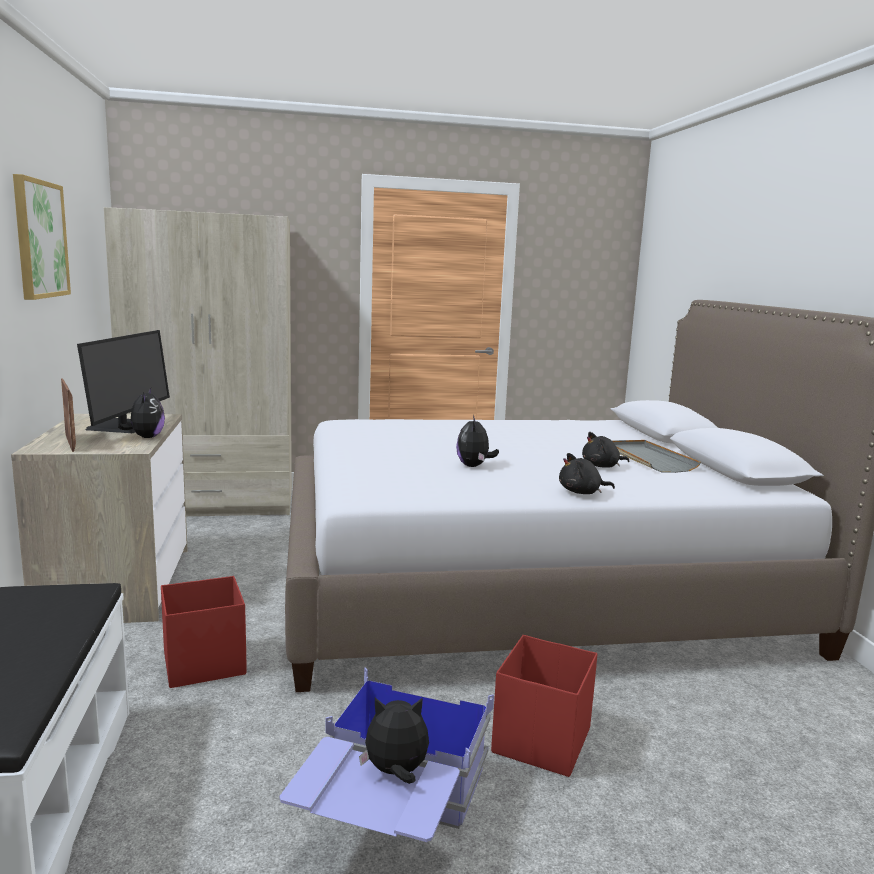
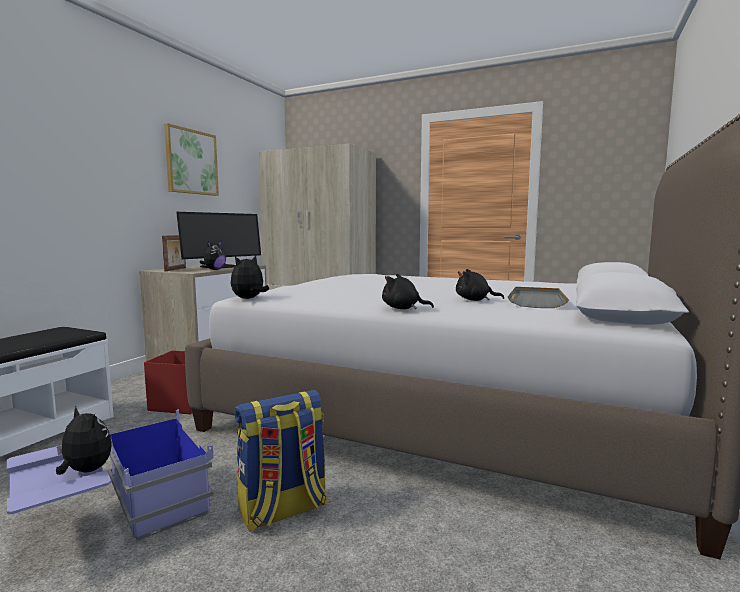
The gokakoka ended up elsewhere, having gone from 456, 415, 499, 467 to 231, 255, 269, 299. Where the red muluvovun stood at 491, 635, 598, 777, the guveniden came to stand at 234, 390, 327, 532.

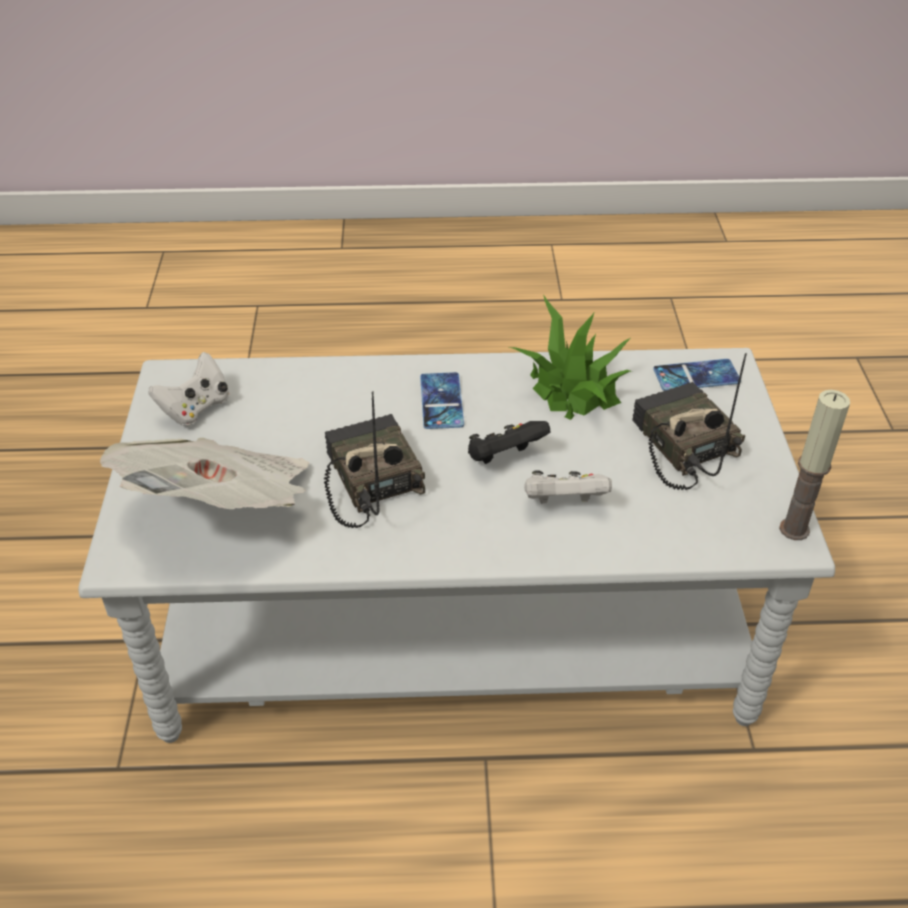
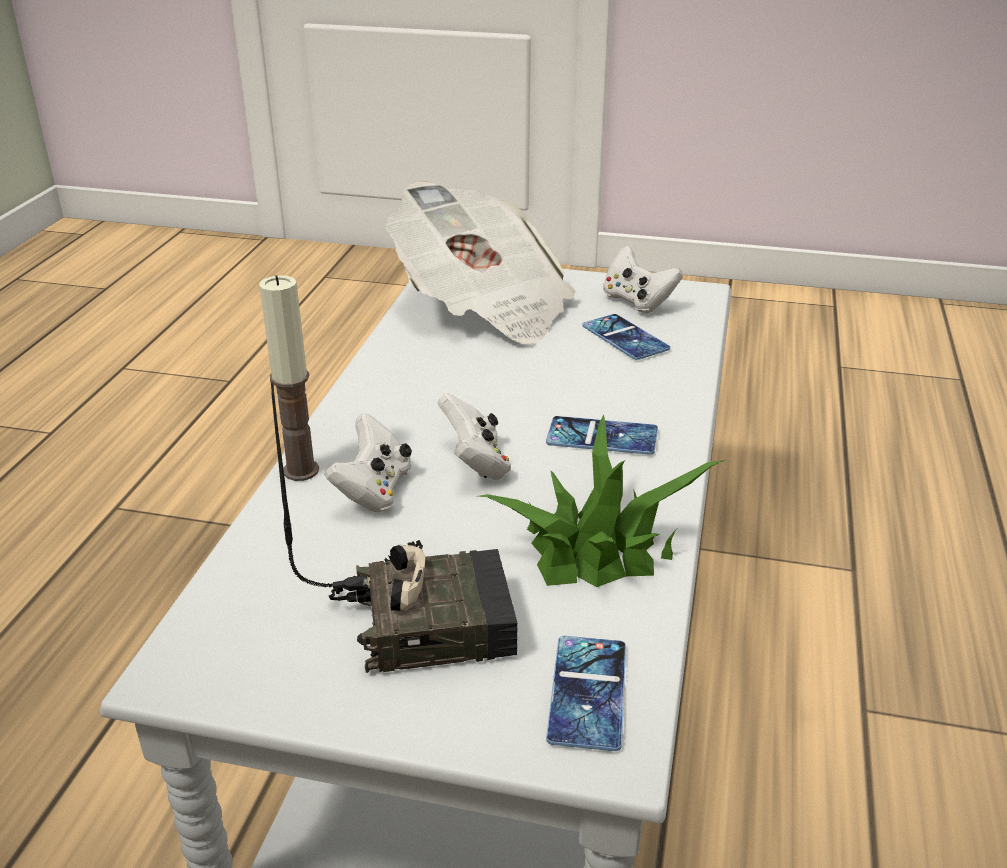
The second view lost the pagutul at 324, 391, 425, 528. What was the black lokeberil at 468, 421, 550, 464 turned into the white lokeberil at 438, 394, 511, 480. The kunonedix ended up elsewhere, having gone from 779, 390, 850, 540 to 259, 275, 319, 481. The second view gained the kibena at 582, 314, 670, 360.

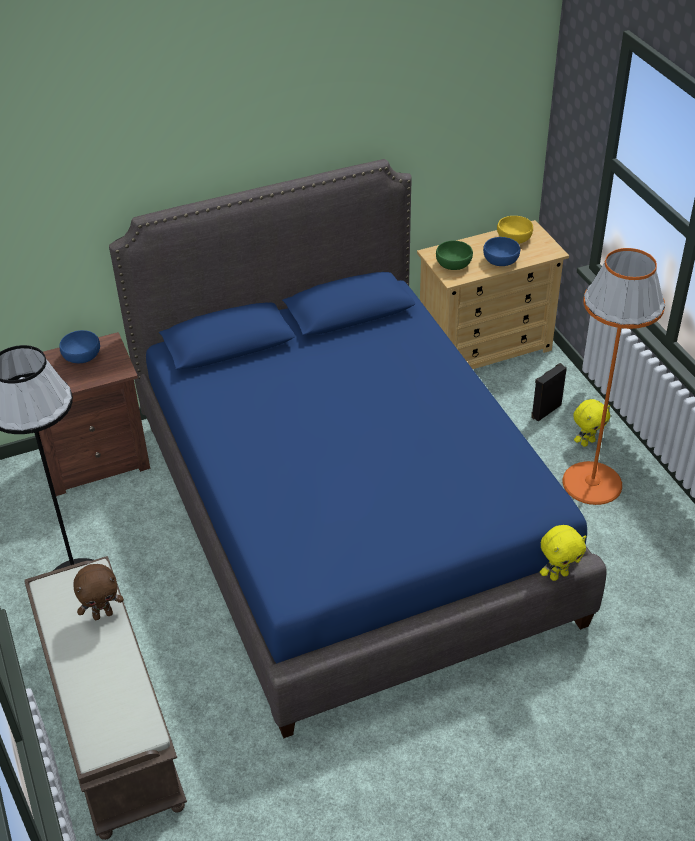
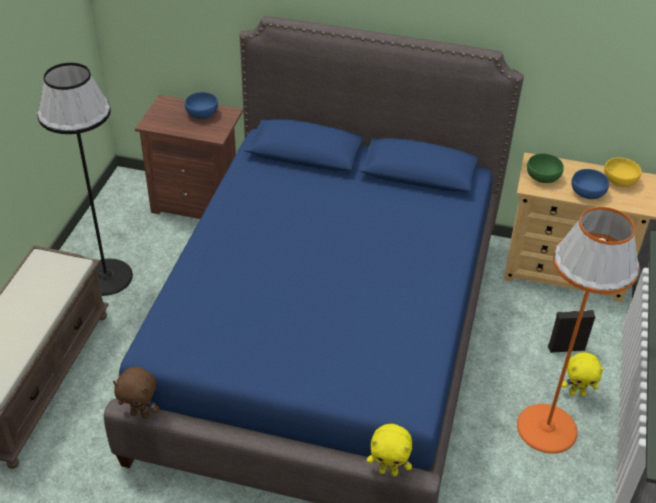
The brown gokakoka ended up elsewhere, having gone from 73, 564, 124, 620 to 113, 367, 160, 419.

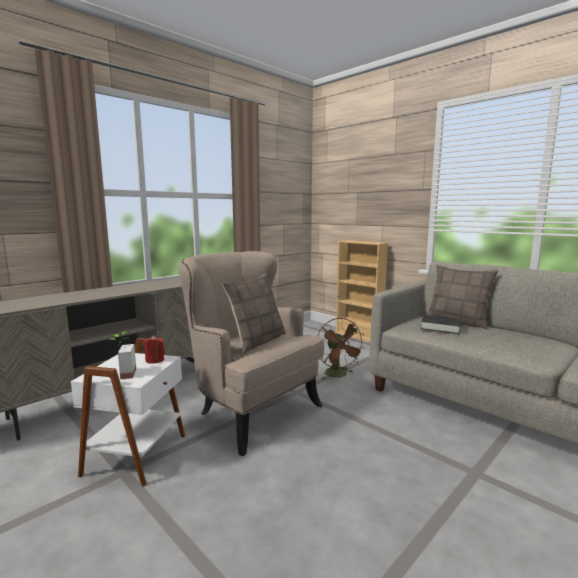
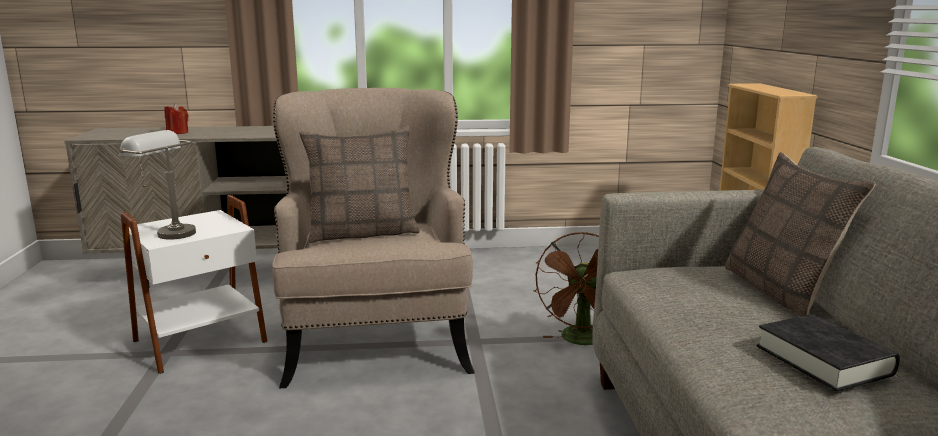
Where the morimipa stood at 108, 331, 136, 379, the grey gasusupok came to stand at 119, 130, 196, 240. The red kunonedix ended up elsewhere, having gone from 144, 335, 164, 364 to 164, 103, 188, 134. The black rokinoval ended up elsewhere, having gone from 421, 315, 462, 334 to 757, 314, 900, 392.

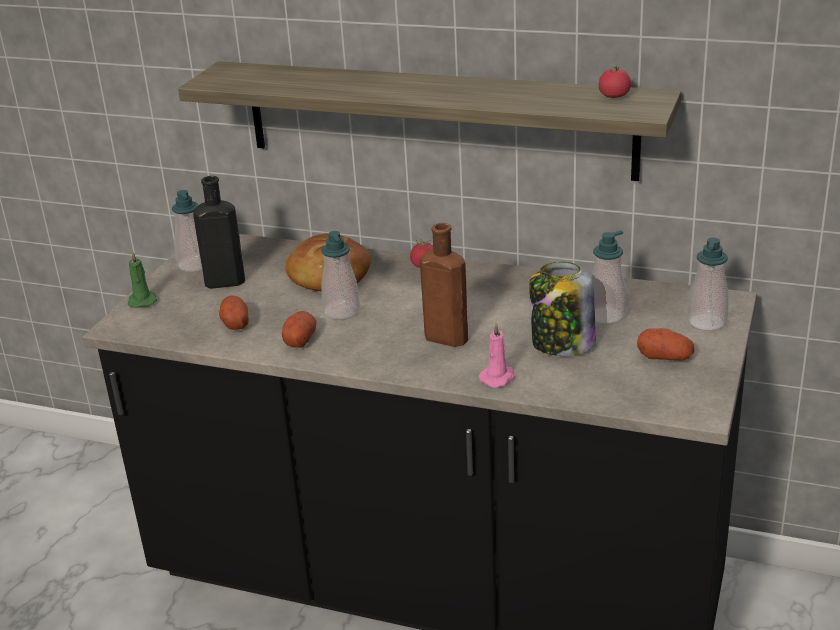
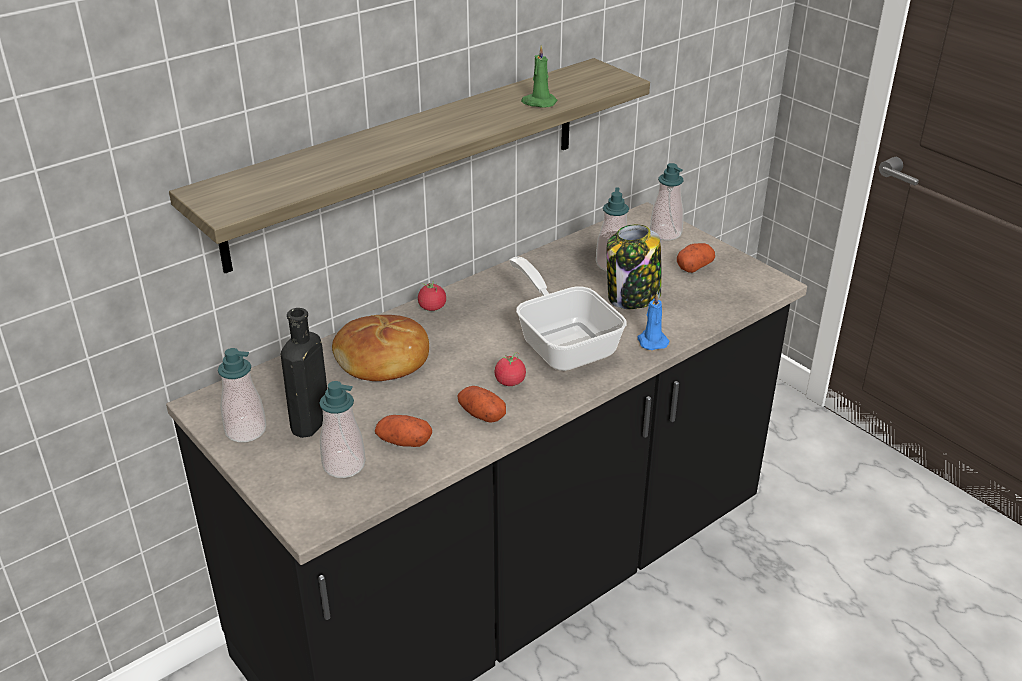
The green kunonedix ended up elsewhere, having gone from 128, 251, 157, 308 to 521, 45, 558, 108. The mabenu ended up elsewhere, having gone from 321, 231, 360, 320 to 319, 381, 366, 478. Where the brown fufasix stood at 420, 223, 468, 347, the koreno came to stand at 509, 256, 627, 371. What was the pink kunonedix at 479, 322, 515, 388 turned into the blue kunonedix at 637, 293, 669, 350. The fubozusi ended up elsewhere, having gone from 599, 64, 631, 98 to 494, 352, 526, 386.

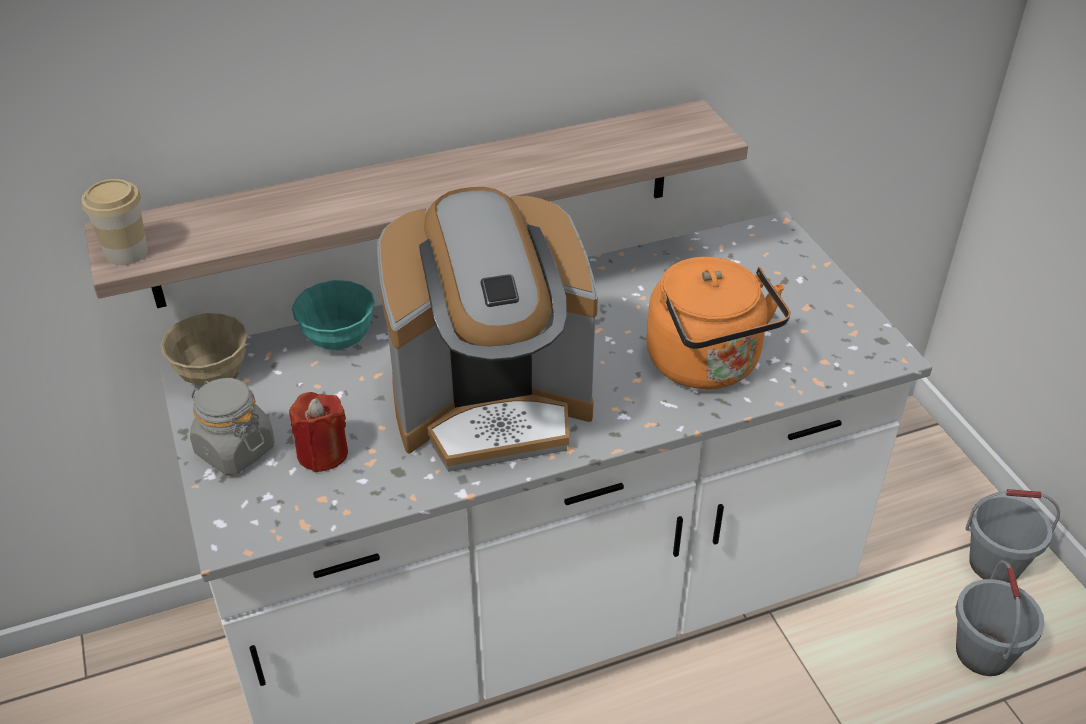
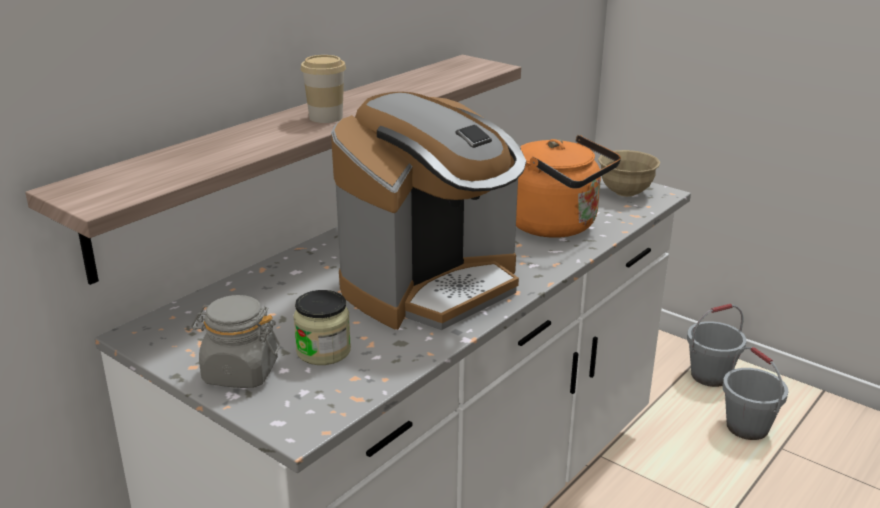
The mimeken ended up elsewhere, having gone from 81, 179, 148, 265 to 300, 55, 346, 123. The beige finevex ended up elsewhere, having gone from 160, 313, 248, 385 to 598, 150, 660, 197. Where the red kunonedix stood at 289, 392, 348, 473, the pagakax came to stand at 293, 290, 351, 365. The second view lost the turquoise finevex at 292, 280, 375, 350.

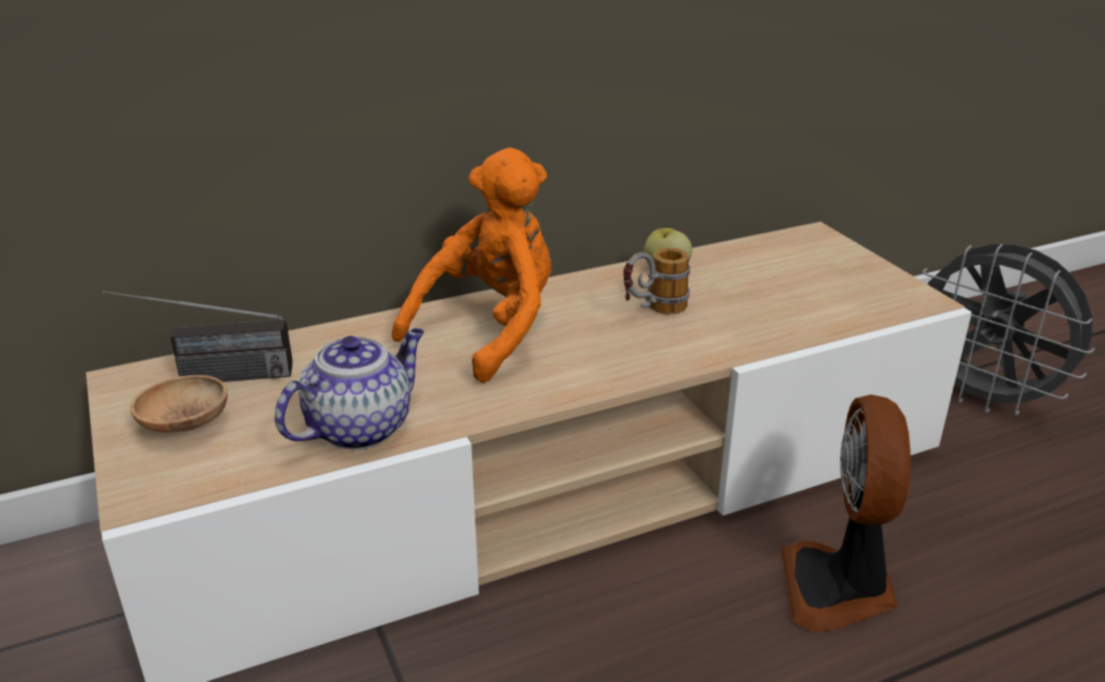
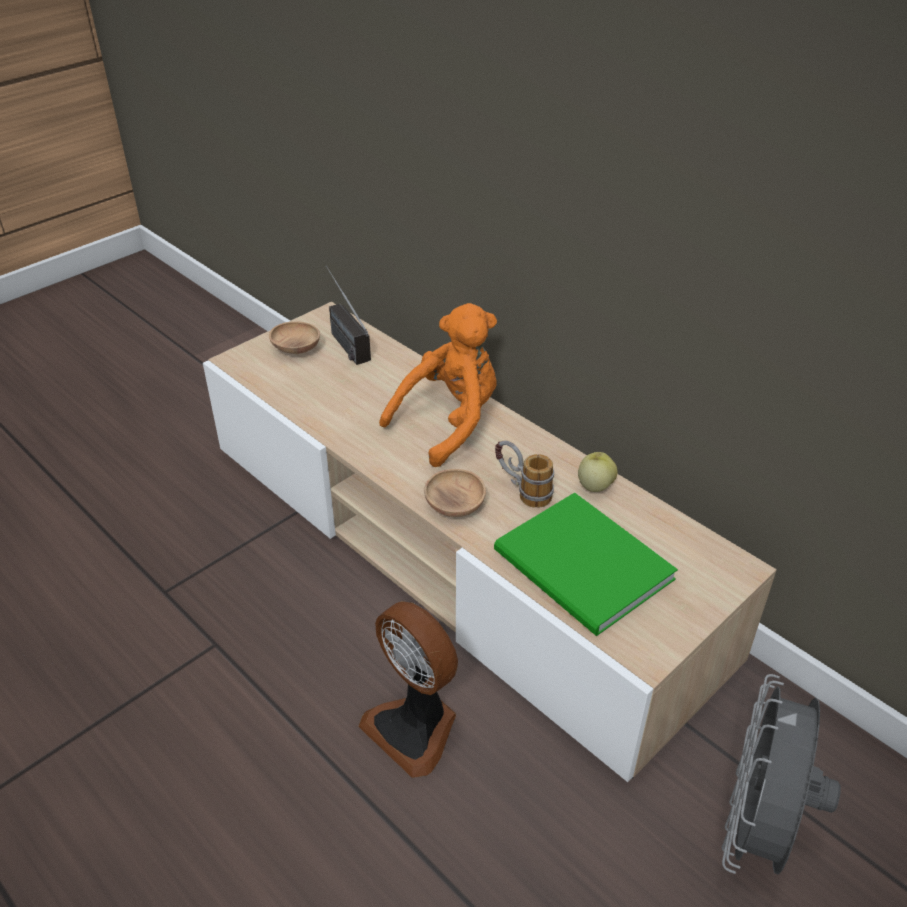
The second view lost the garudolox at 275, 328, 424, 450. The orange gokakoka at 392, 148, 551, 383 ended up facing another way, 60 degrees counterclockwise from before. The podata at 781, 395, 911, 632 ended up facing another way, 120 degrees counterclockwise from before. The second view gained the brown finevex at 424, 469, 486, 517. The second view gained the green rokinoval at 494, 492, 678, 636.

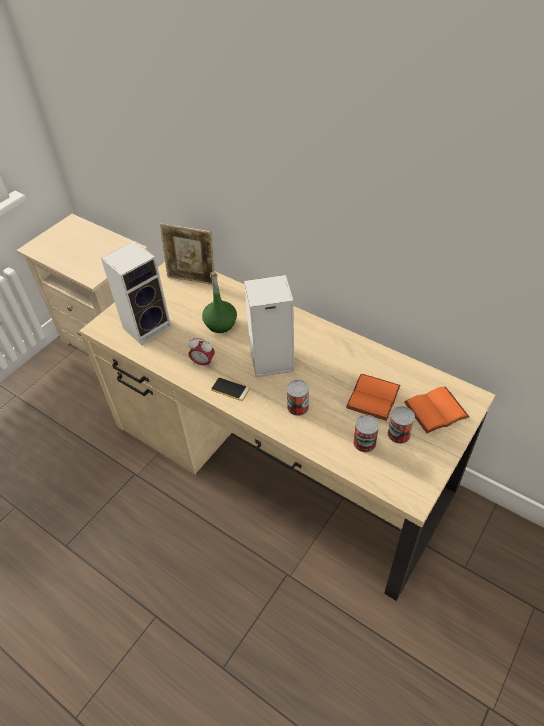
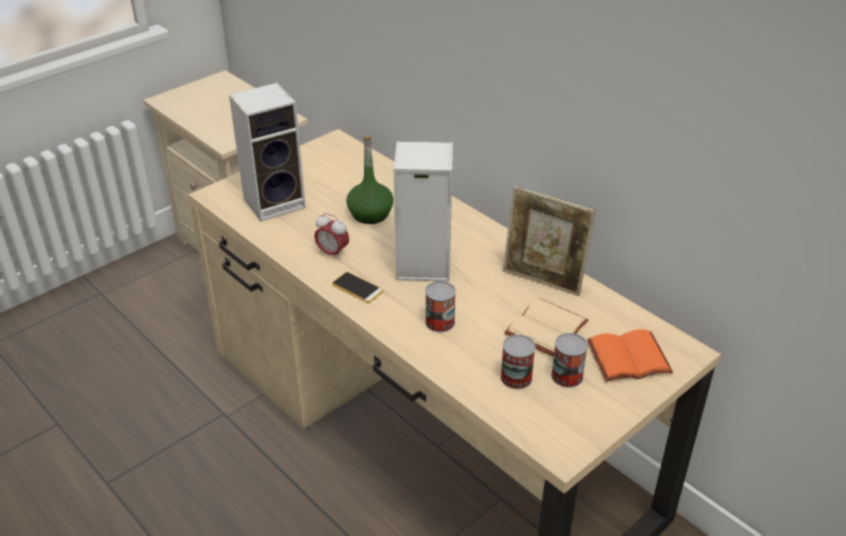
The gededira ended up elsewhere, having gone from 160, 223, 215, 285 to 503, 186, 596, 296. What was the orange rokinoval at 346, 374, 401, 421 turned into the beige rokinoval at 504, 298, 588, 357.

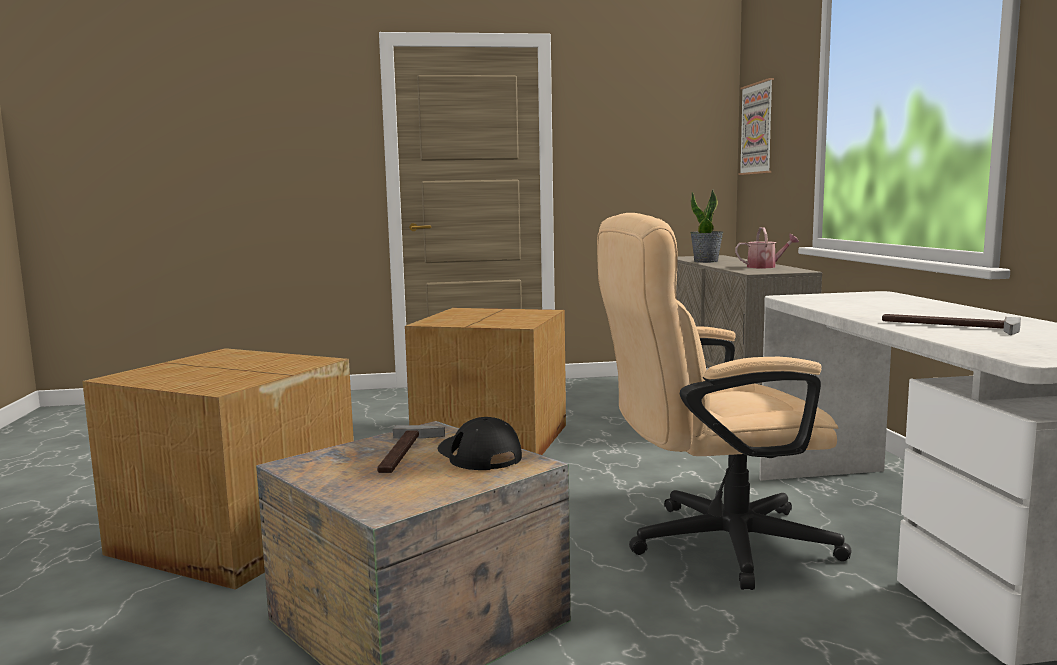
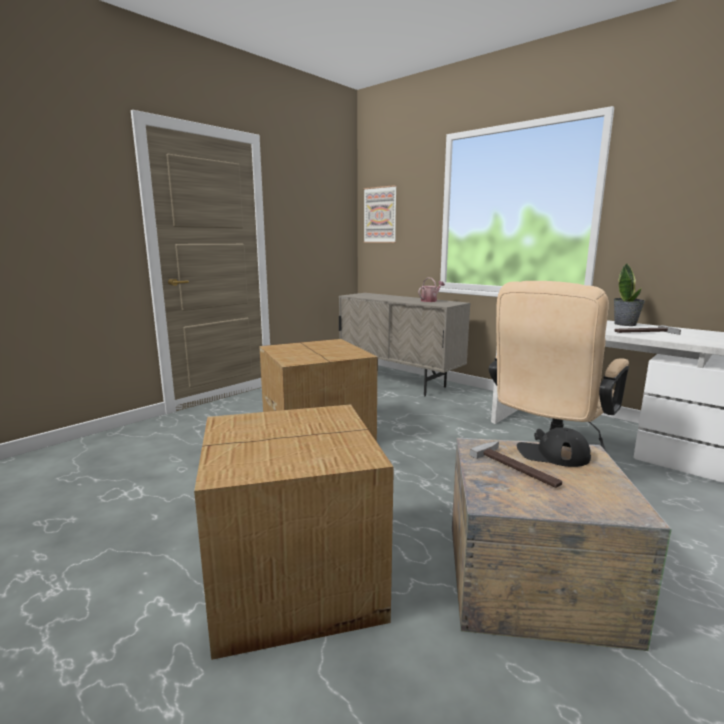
The morimipa ended up elsewhere, having gone from 690, 189, 723, 263 to 613, 263, 645, 326.

